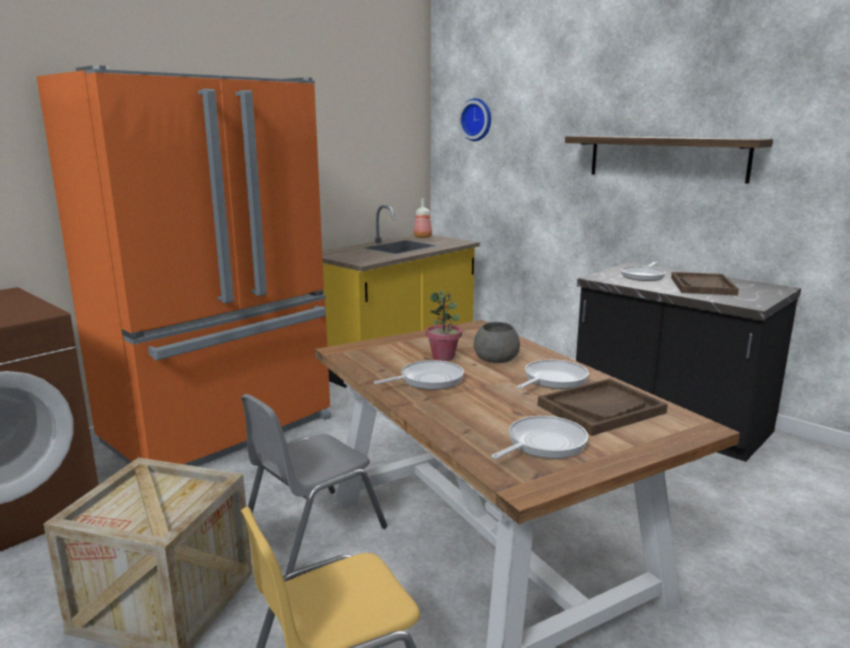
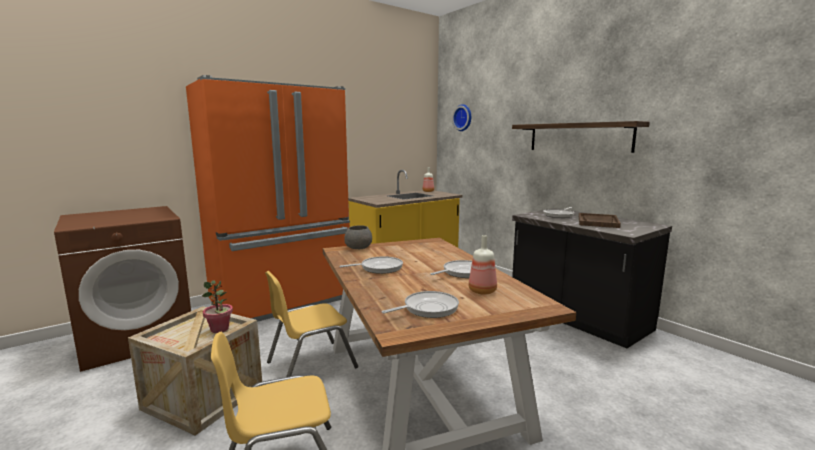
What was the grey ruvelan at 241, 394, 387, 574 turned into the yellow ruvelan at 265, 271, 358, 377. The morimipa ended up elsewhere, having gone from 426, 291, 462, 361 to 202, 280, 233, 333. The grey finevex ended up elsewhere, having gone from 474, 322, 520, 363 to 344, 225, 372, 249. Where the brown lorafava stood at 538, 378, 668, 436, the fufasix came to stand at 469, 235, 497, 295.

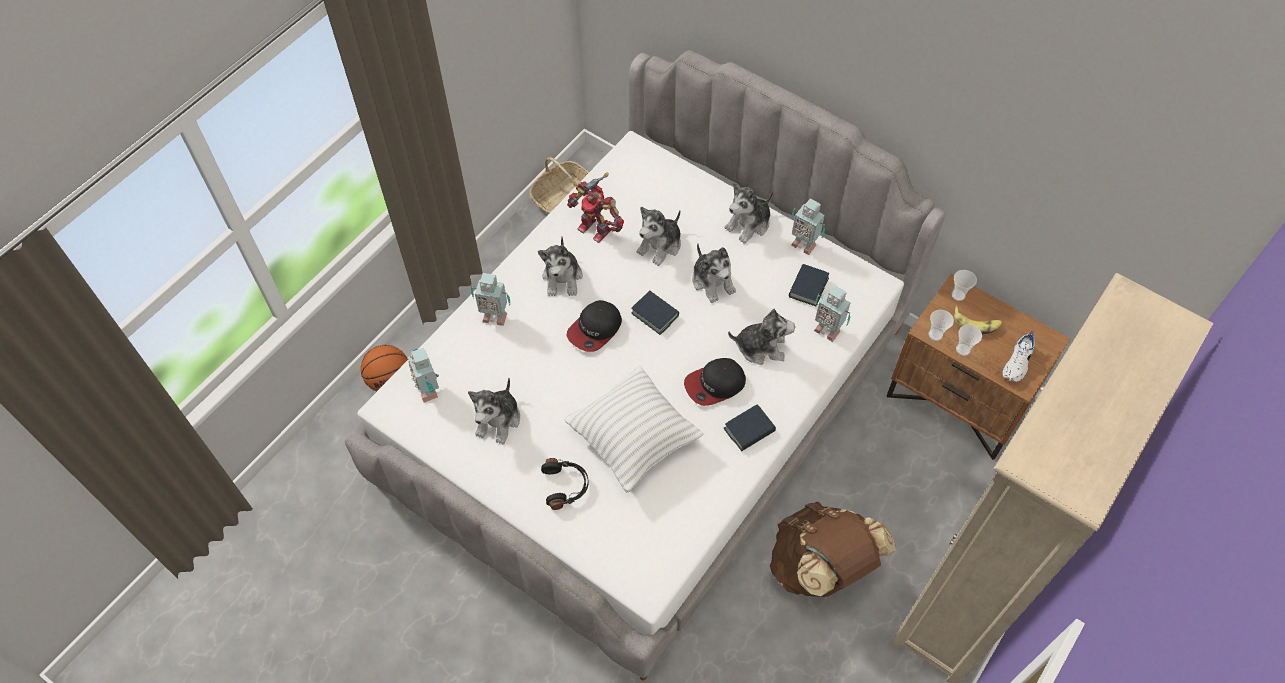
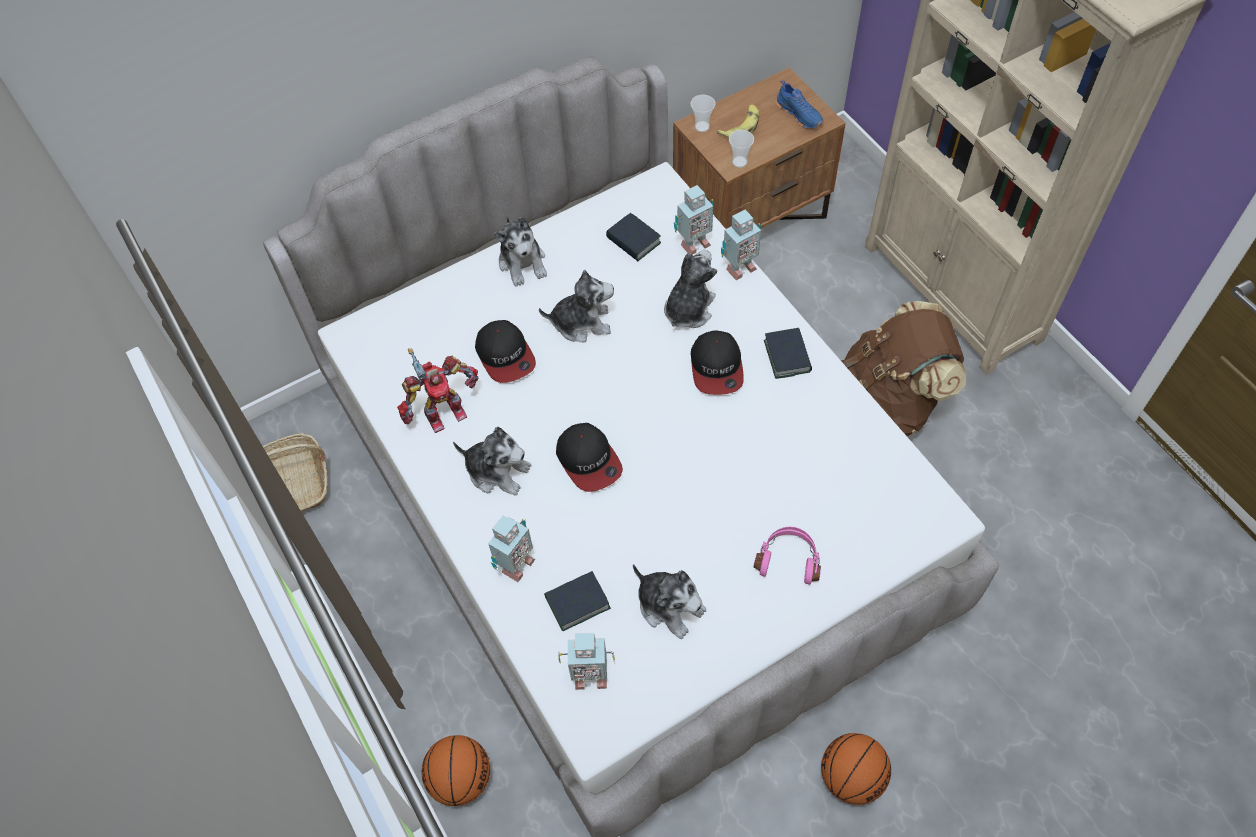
What was the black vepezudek at 541, 458, 589, 510 turned into the pink vepezudek at 753, 527, 821, 585. The second view lost the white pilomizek at 564, 366, 703, 492. The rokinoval ended up elsewhere, having gone from 631, 291, 679, 335 to 544, 571, 611, 631. Where the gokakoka stood at 637, 207, 681, 266, the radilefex came to stand at 475, 320, 536, 383. The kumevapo ended up elsewhere, having gone from 791, 198, 825, 255 to 721, 210, 761, 280. The second view lost the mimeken at 956, 324, 982, 356. What was the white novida at 1002, 330, 1035, 382 turned into the blue novida at 776, 80, 823, 129. The second view gained the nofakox at 821, 733, 891, 805.

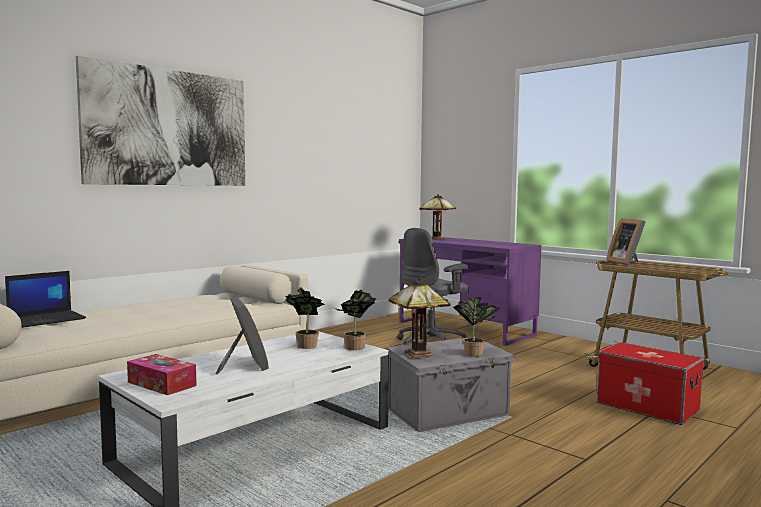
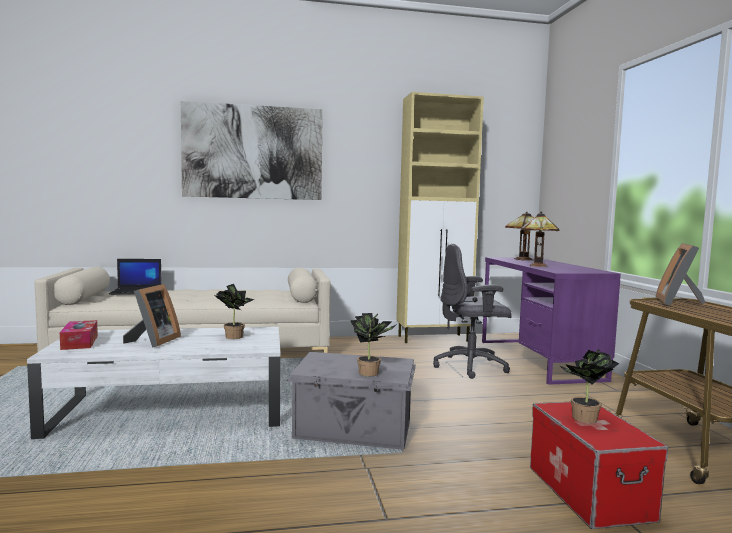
The morimipa ended up elsewhere, having gone from 334, 289, 377, 350 to 559, 349, 619, 423. The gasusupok ended up elsewhere, having gone from 389, 278, 451, 358 to 522, 212, 559, 267. The second view gained the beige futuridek at 396, 92, 484, 343.

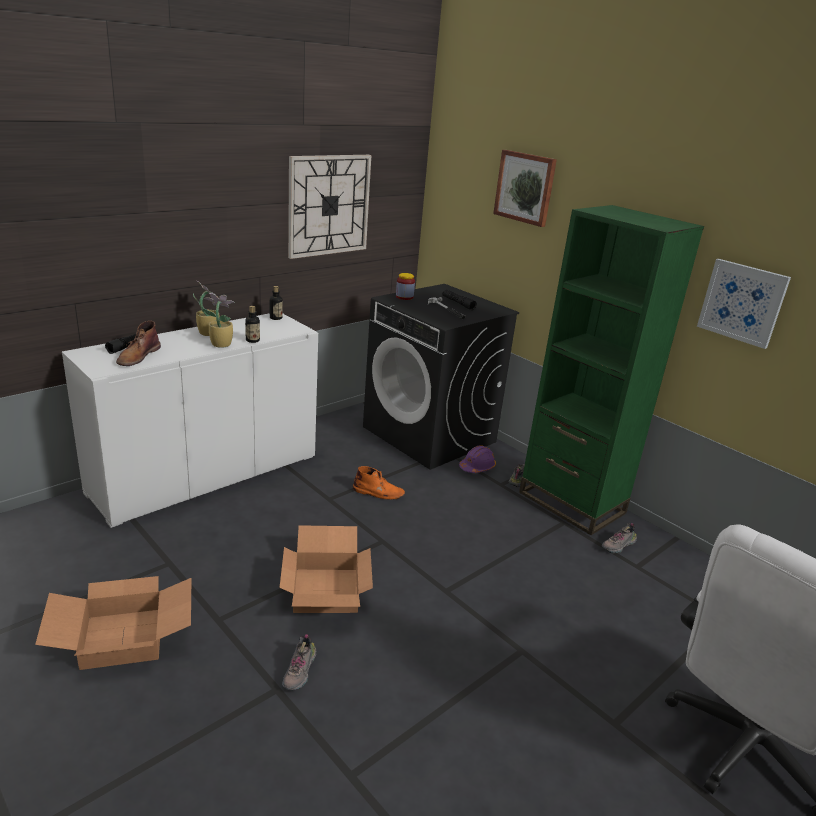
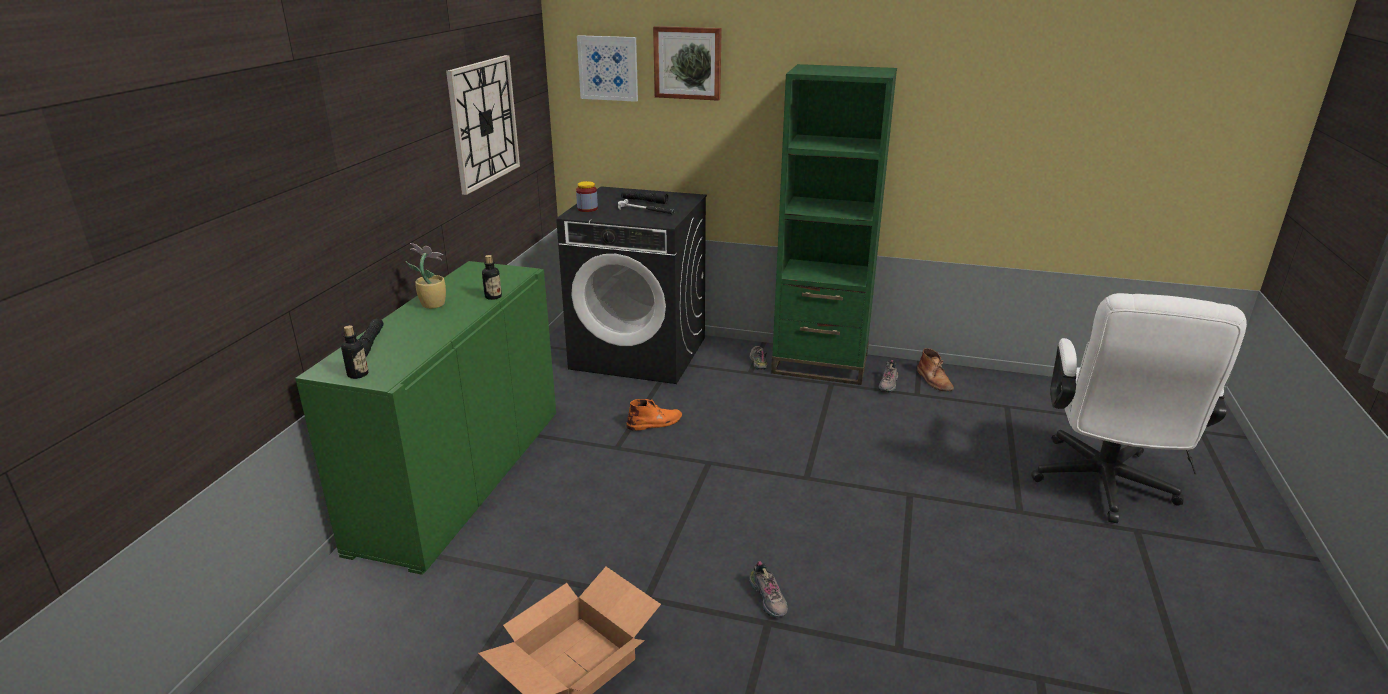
What was the white futuridek at 62, 313, 318, 528 turned into the green futuridek at 295, 261, 556, 575. The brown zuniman ended up elsewhere, having gone from 116, 321, 161, 366 to 917, 348, 954, 391. The second view lost the morimipa at 203, 293, 235, 348. The fufasix ended up elsewhere, having gone from 270, 286, 283, 320 to 341, 325, 368, 379. The second view lost the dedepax at 280, 525, 373, 613. The second view lost the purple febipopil at 459, 445, 496, 473. The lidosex ended up elsewhere, having gone from 697, 259, 791, 349 to 577, 35, 638, 102.

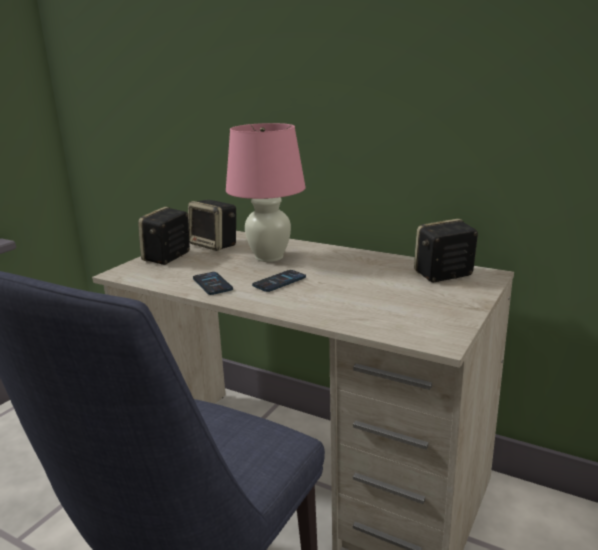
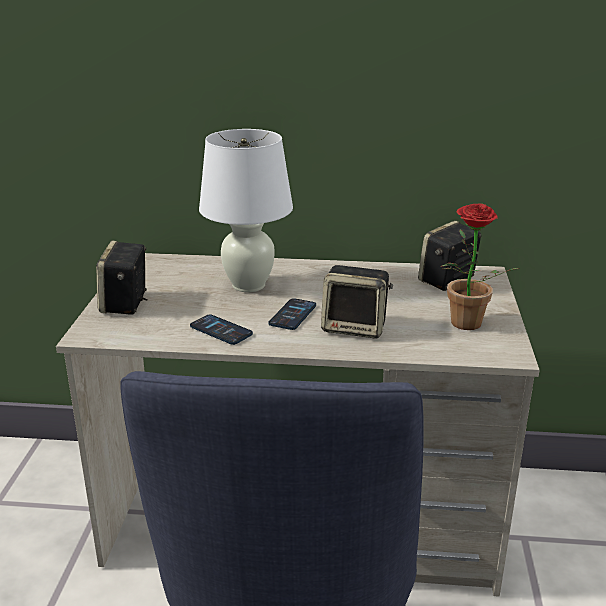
The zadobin ended up elsewhere, having gone from 188, 200, 236, 251 to 321, 265, 393, 339. What was the pink gasusupok at 226, 123, 305, 262 turned into the white gasusupok at 199, 129, 293, 292. The second view gained the morimipa at 440, 203, 518, 330.

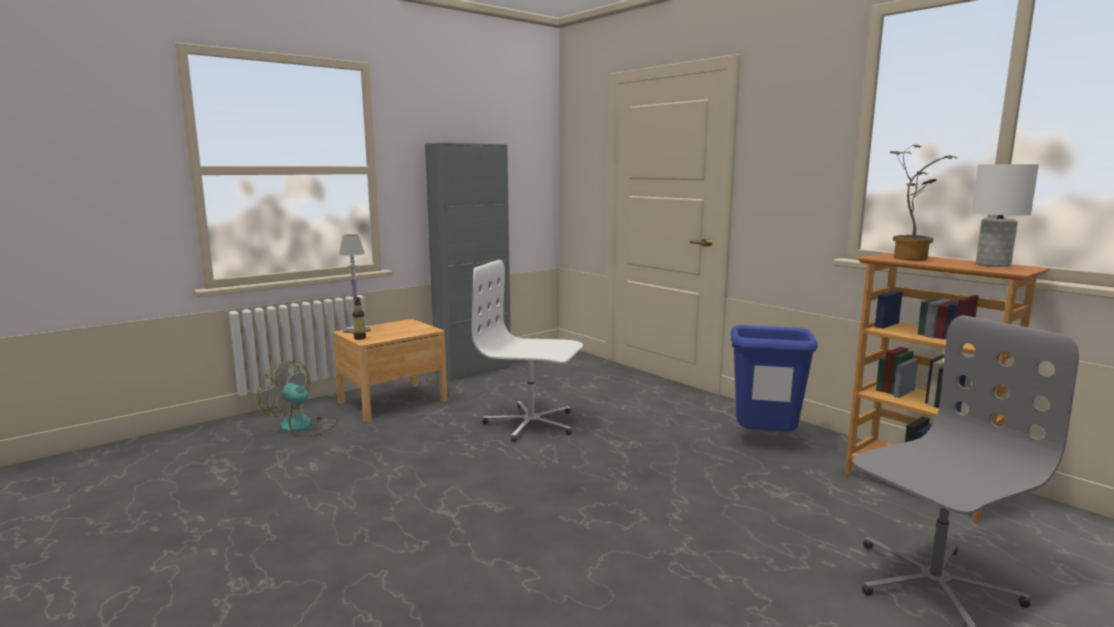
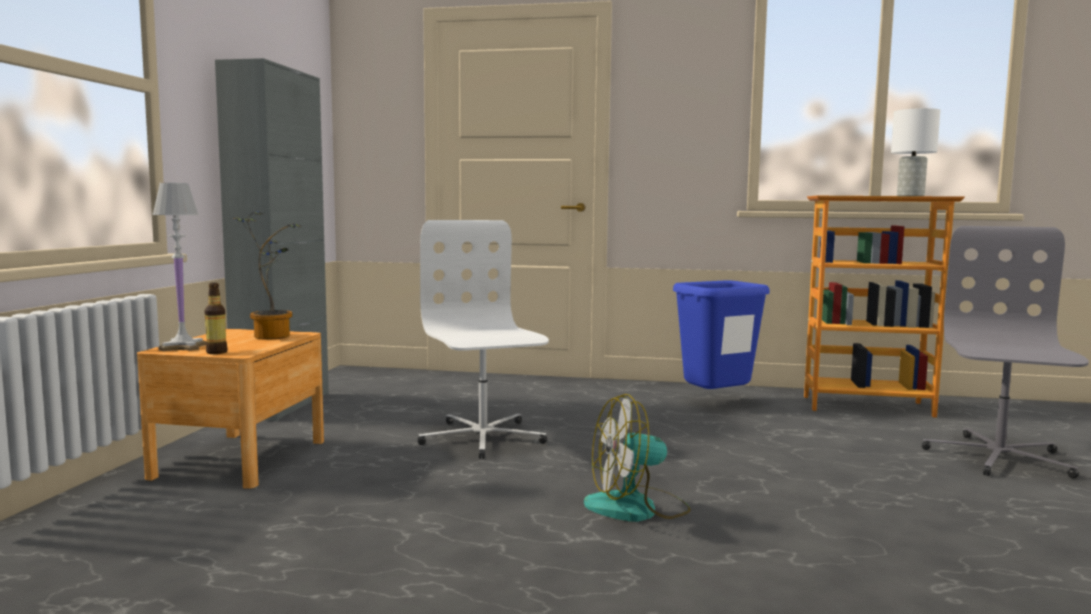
The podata ended up elsewhere, having gone from 257, 361, 338, 437 to 584, 394, 691, 522. The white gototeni at 472, 260, 583, 442 ended up facing another way, 90 degrees clockwise from before. The morimipa ended up elsewhere, having gone from 890, 145, 957, 261 to 233, 212, 302, 340.

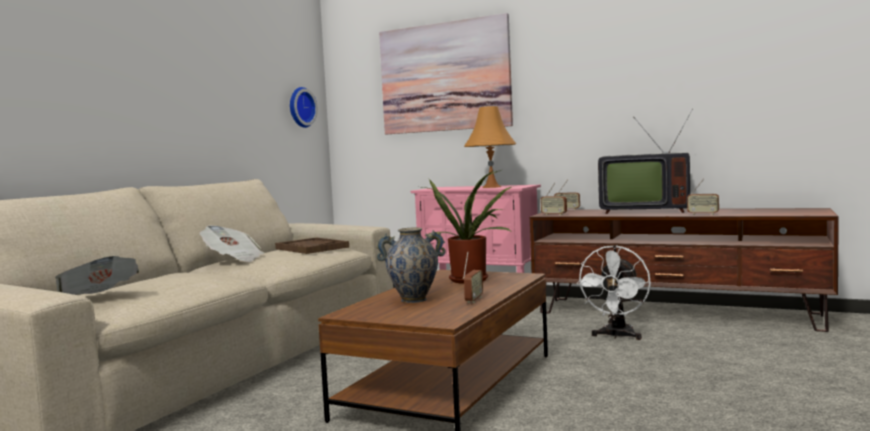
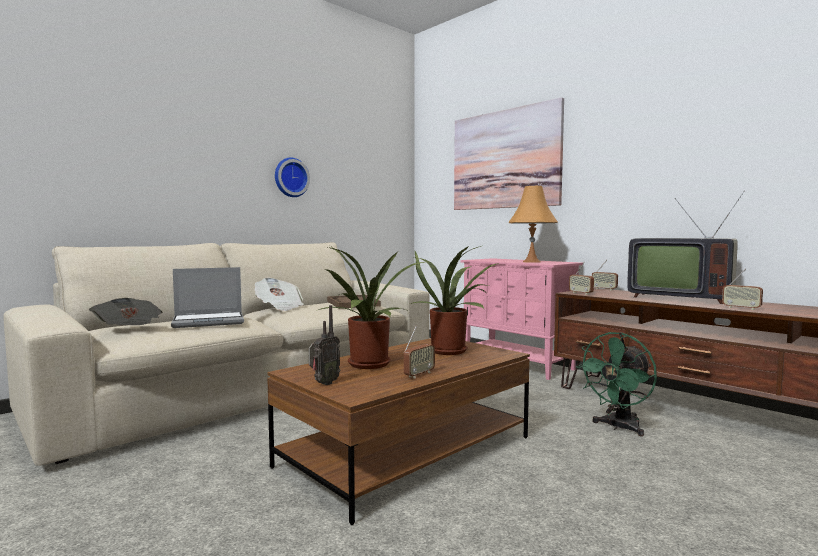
The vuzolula ended up elsewhere, having gone from 290, 87, 318, 128 to 275, 158, 310, 197. Where the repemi stood at 376, 227, 446, 303, the morimipa came to stand at 316, 247, 425, 369. What was the white podata at 576, 245, 651, 340 turned into the green podata at 576, 332, 657, 436. The second view gained the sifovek at 171, 267, 244, 328. The second view gained the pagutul at 309, 305, 340, 385.

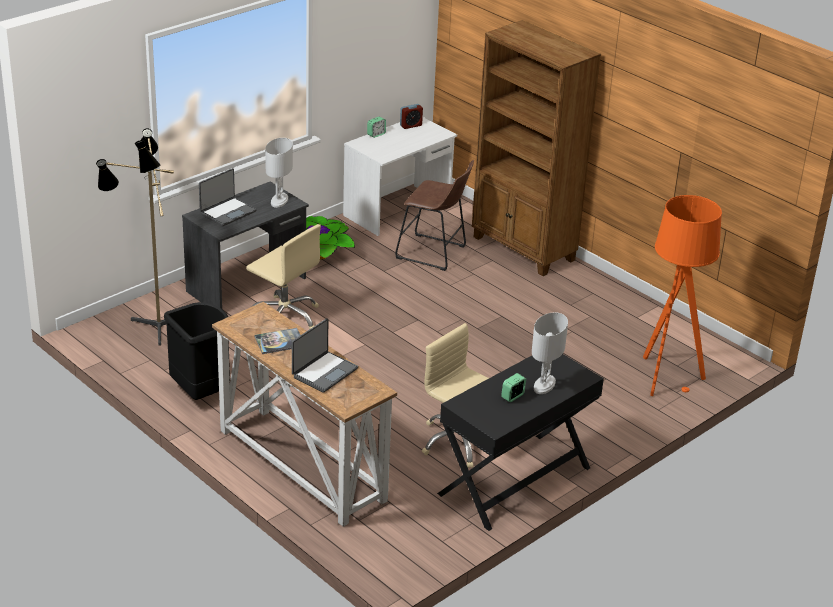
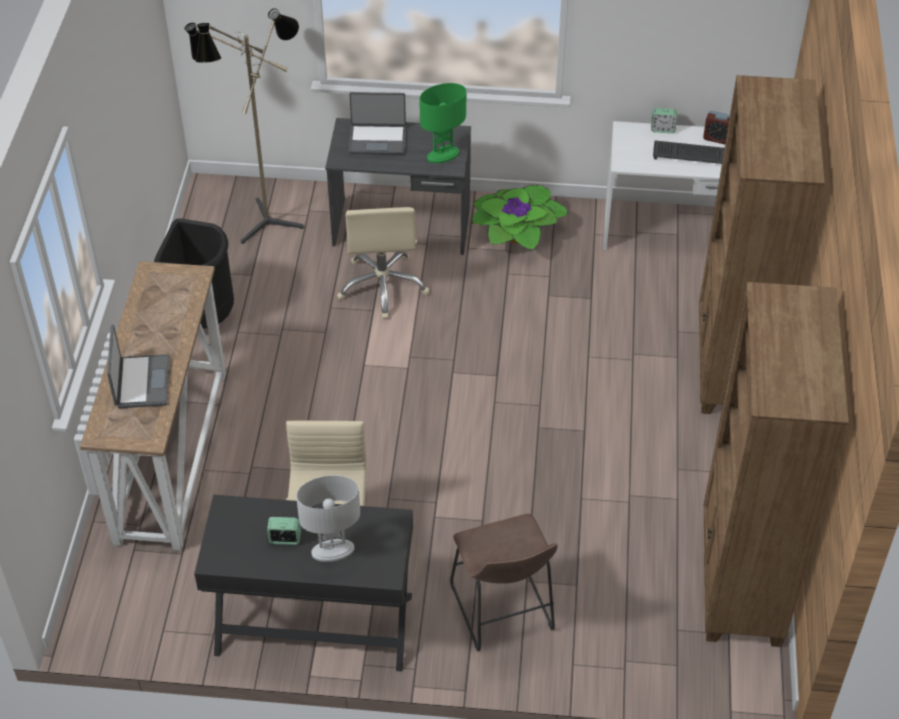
The second view lost the rokinoval at 254, 328, 300, 354. What was the white gasusupok at 265, 138, 293, 208 turned into the green gasusupok at 420, 83, 466, 163. The sifovek at 292, 318, 358, 393 ended up facing another way, 90 degrees counterclockwise from before. The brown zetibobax ended up elsewhere, having gone from 395, 160, 474, 271 to 450, 514, 557, 652. The second view lost the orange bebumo at 643, 195, 722, 396. The second view gained the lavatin at 653, 140, 725, 164. The second view gained the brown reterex at 704, 282, 849, 647.

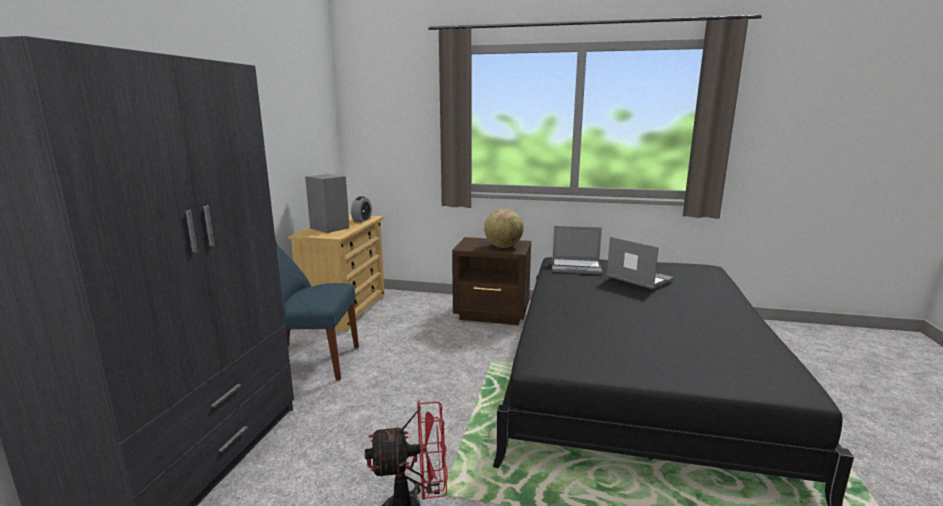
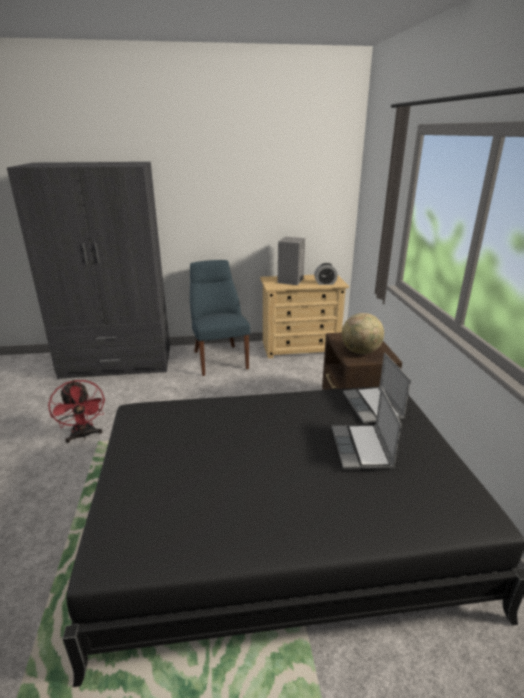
The sifovek at 606, 237, 674, 289 ended up facing another way, 150 degrees clockwise from before.

